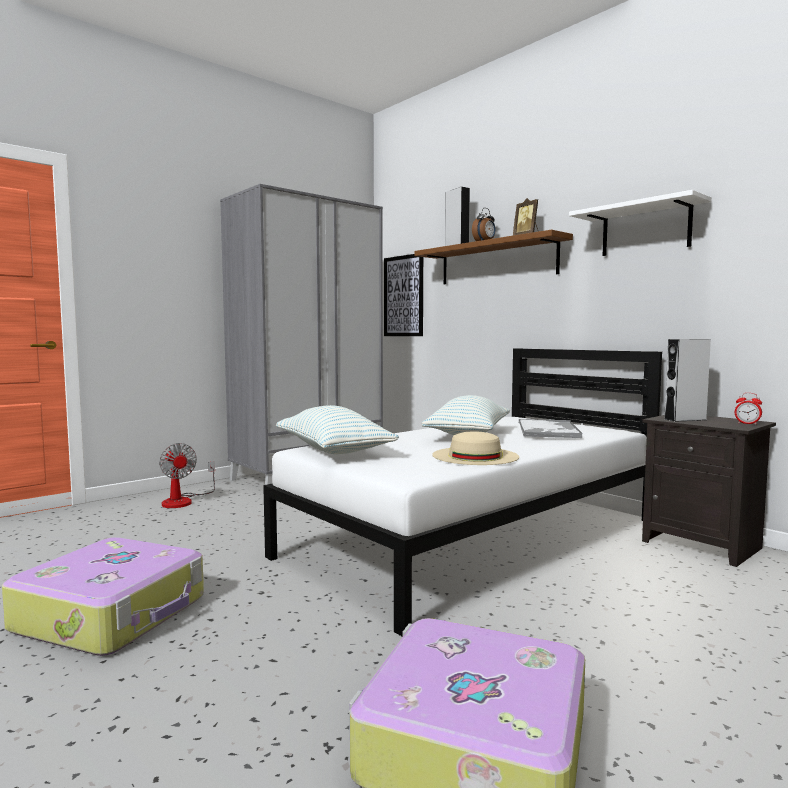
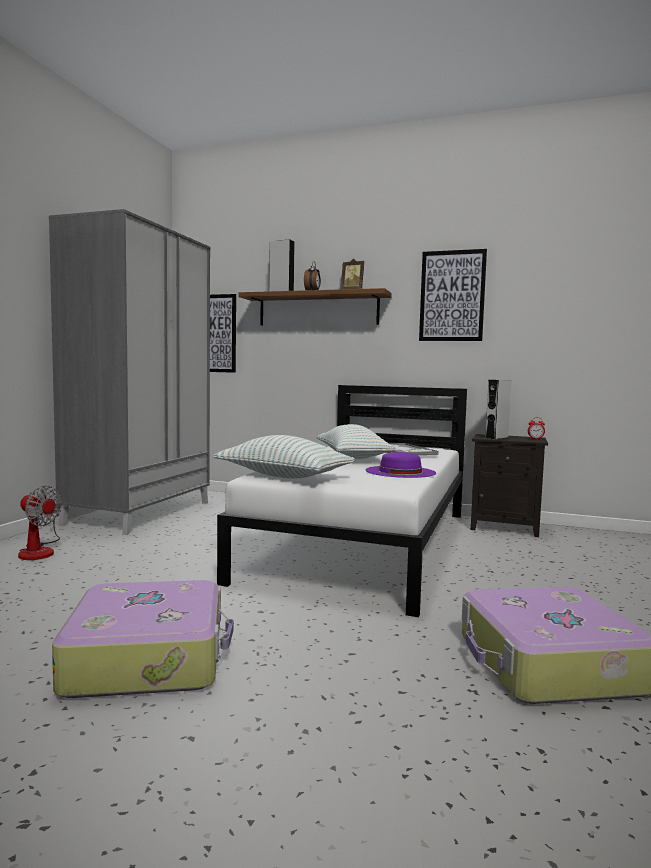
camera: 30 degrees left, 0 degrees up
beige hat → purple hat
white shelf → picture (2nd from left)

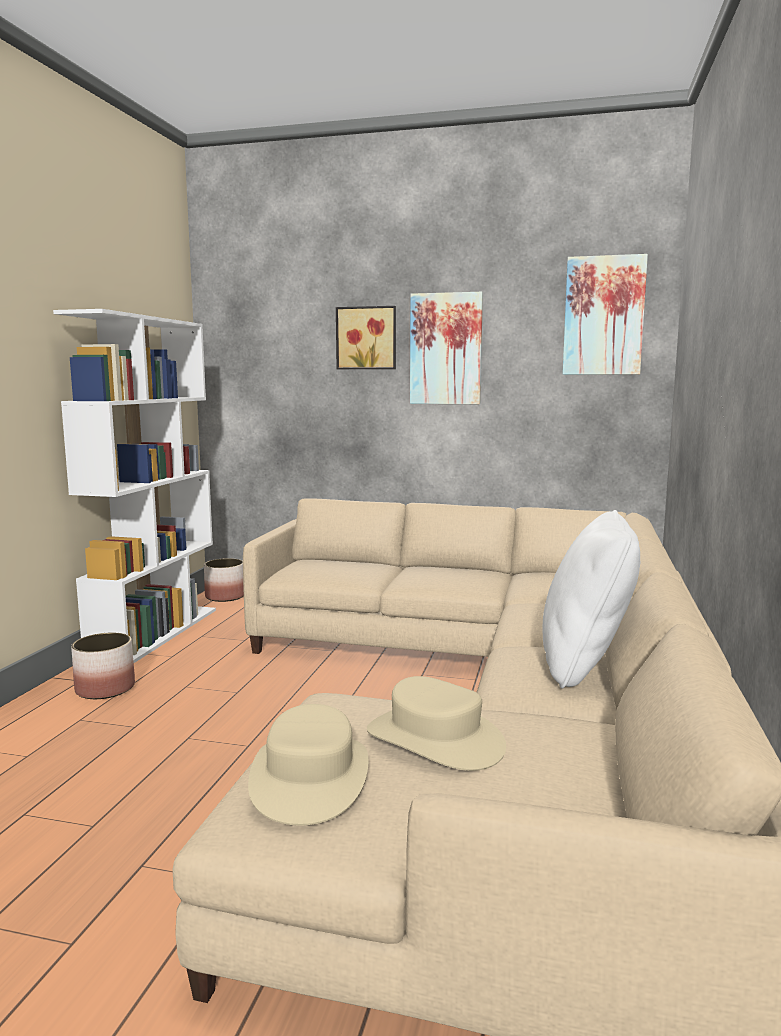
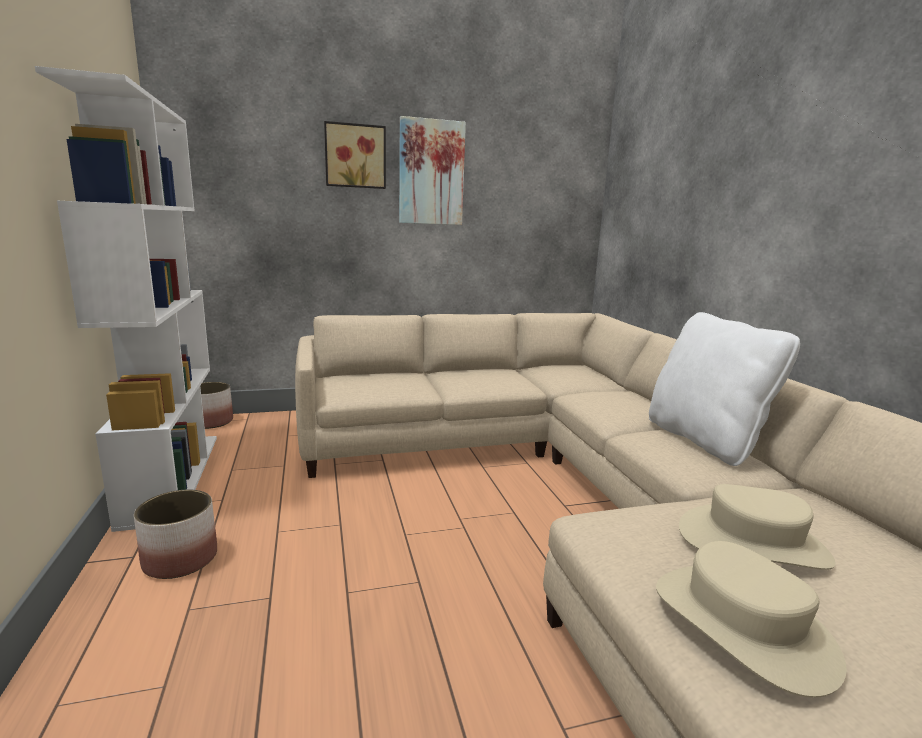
camera: 30 degrees left, 5 degrees up
picture (3rd from left) → -

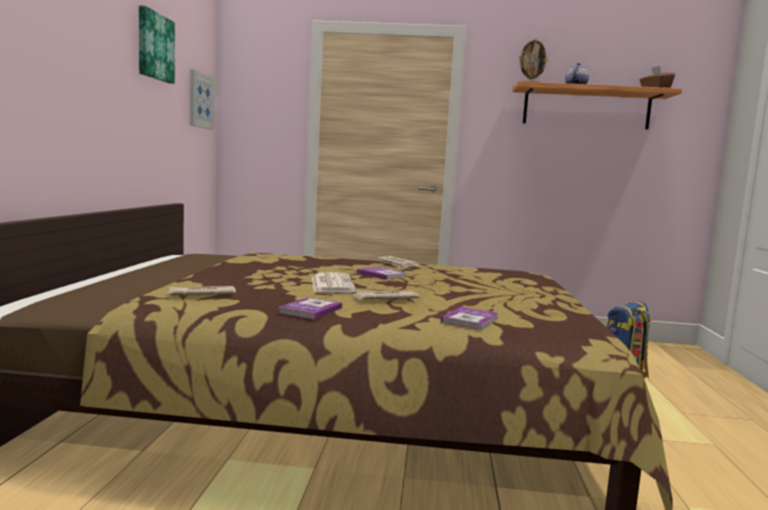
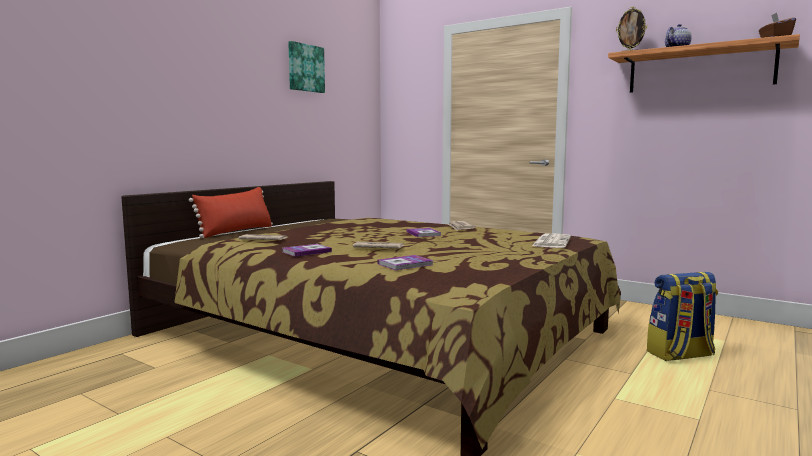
camera: 30 degrees right, 0 degrees up
picture (2nd from left) → -
newspaper (2nd from left in the first image) → newspaper (4th from left), move
- → red pillow

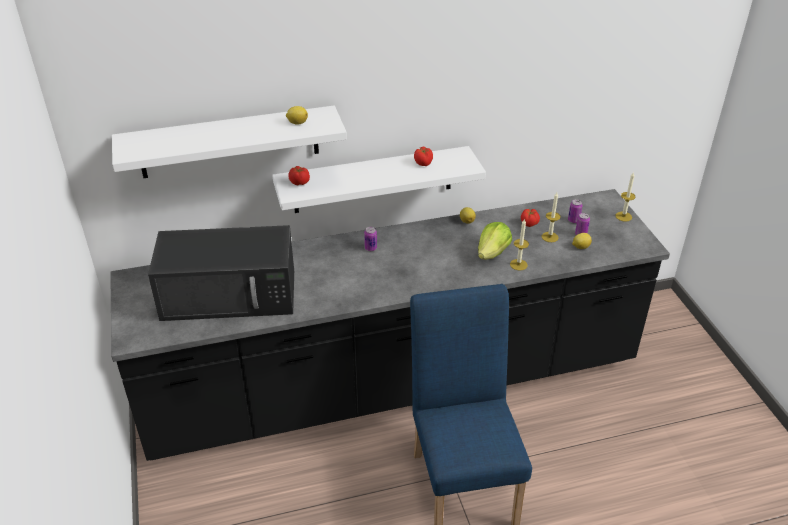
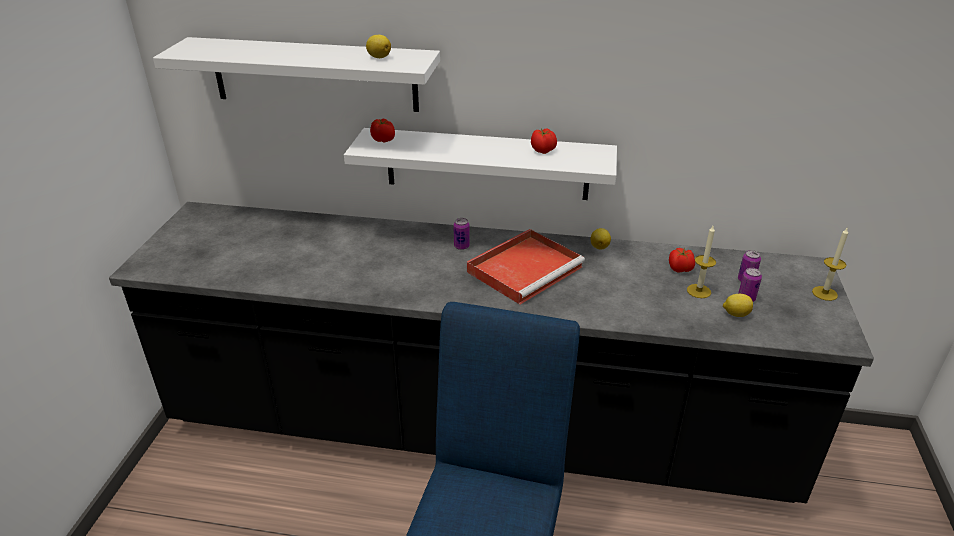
camera: 25 degrees right, 5 degrees down
black microwave → -
lettuce → -
candle (1st from left) → -
- → red tray

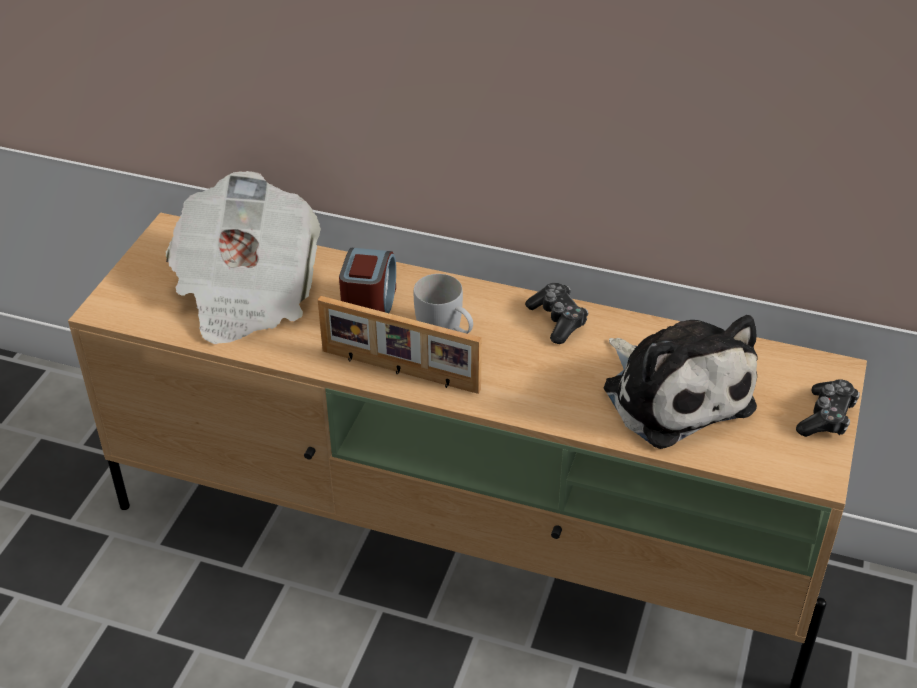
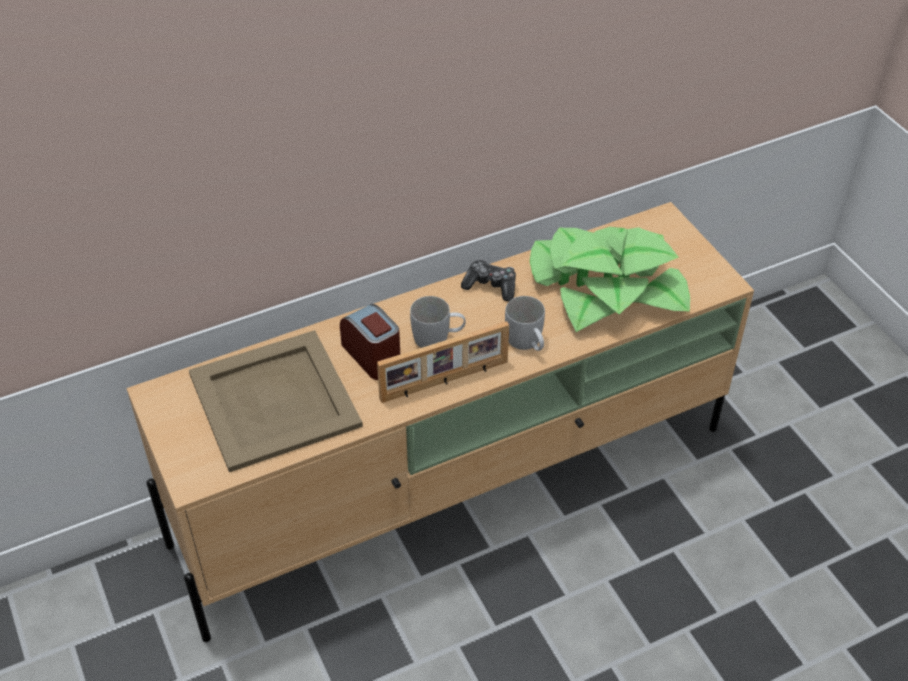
camera: 45 degrees left, 5 degrees up
newspaper → beige tray
plush toy → potted plant
game controller (2nd from left) → -
- → white mug (2nd from left)

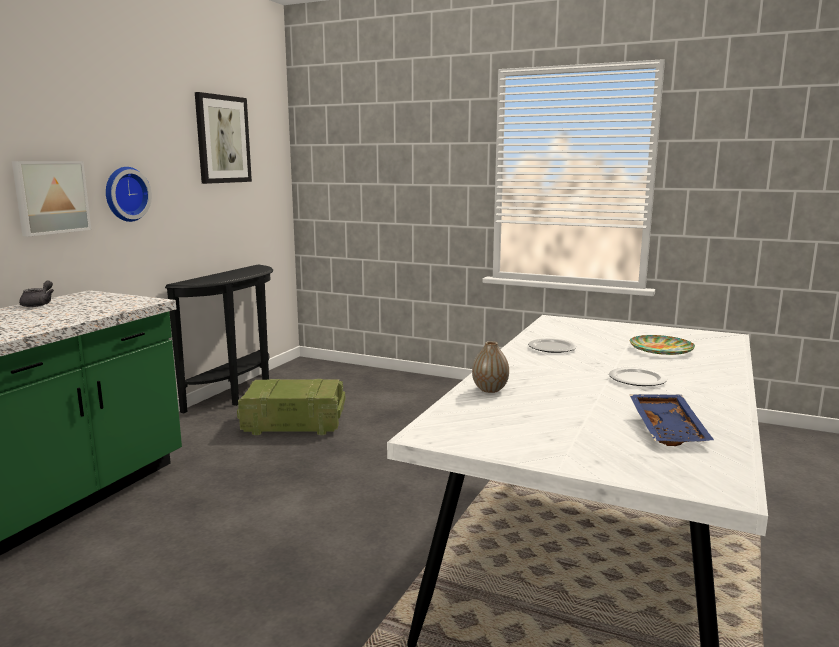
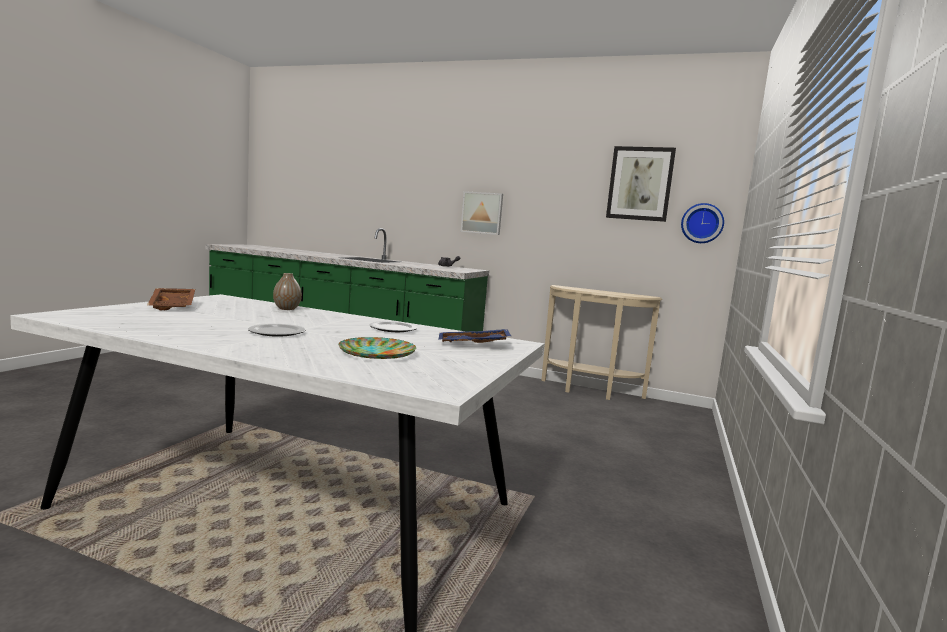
camera: 85 degrees right, 5 degrees down
wall clock, move
black console table → beige console table
crate → -
blue tray, move
- → brown tray

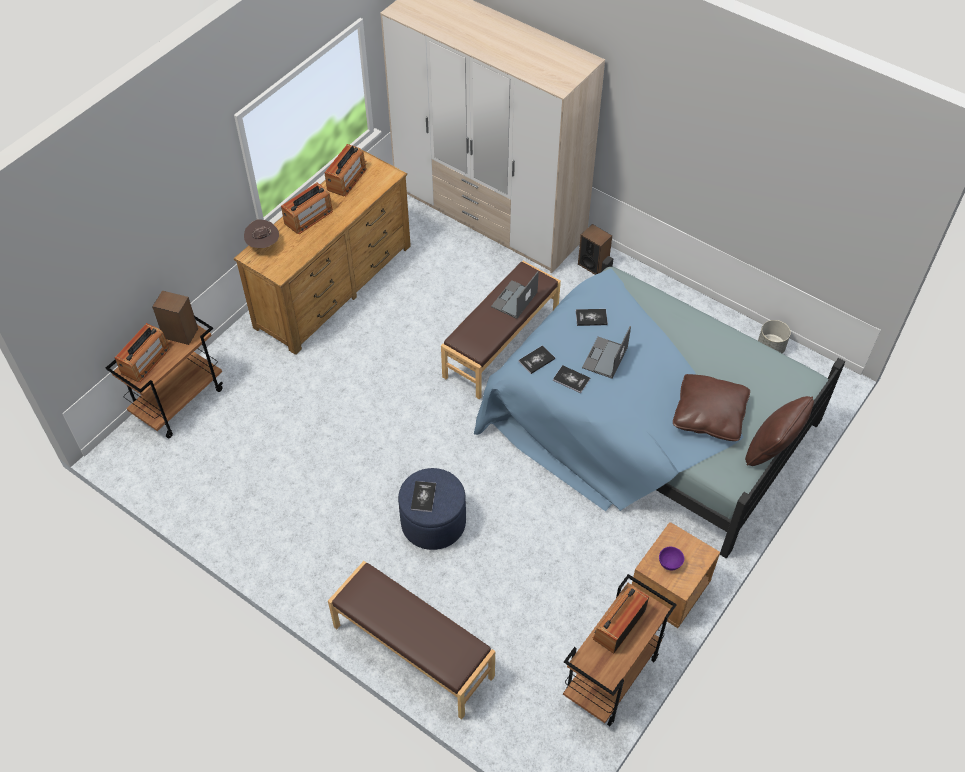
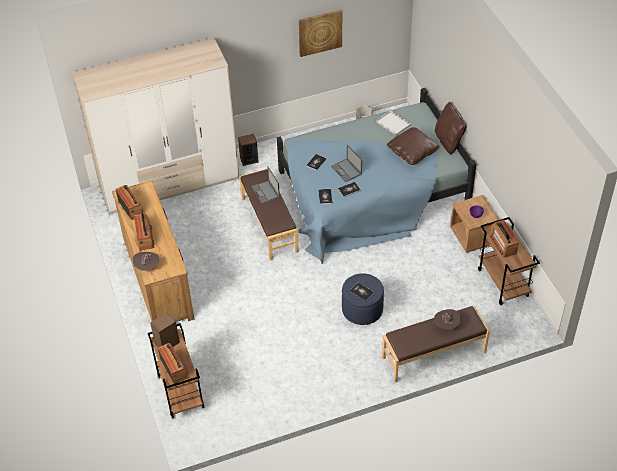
camera: 55 degrees left, 5 degrees down
- → picture
- → white tray
- → brown hat (2nd from left)

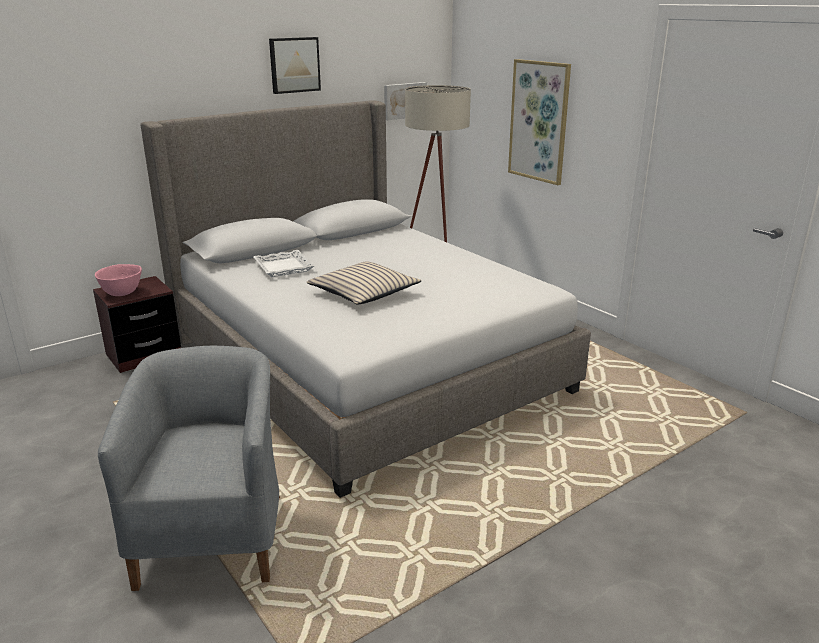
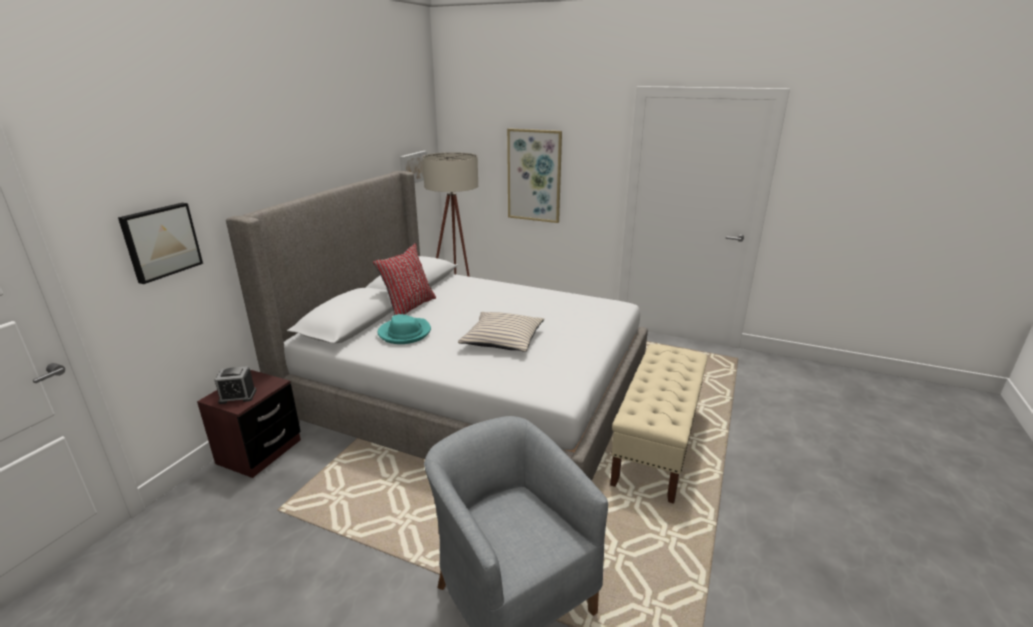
camera: 30 degrees left, 0 degrees up
pink bowl → alarm clock
white tray → turquoise hat
picture (1st from left), move
- → red pillow
- → beige bench

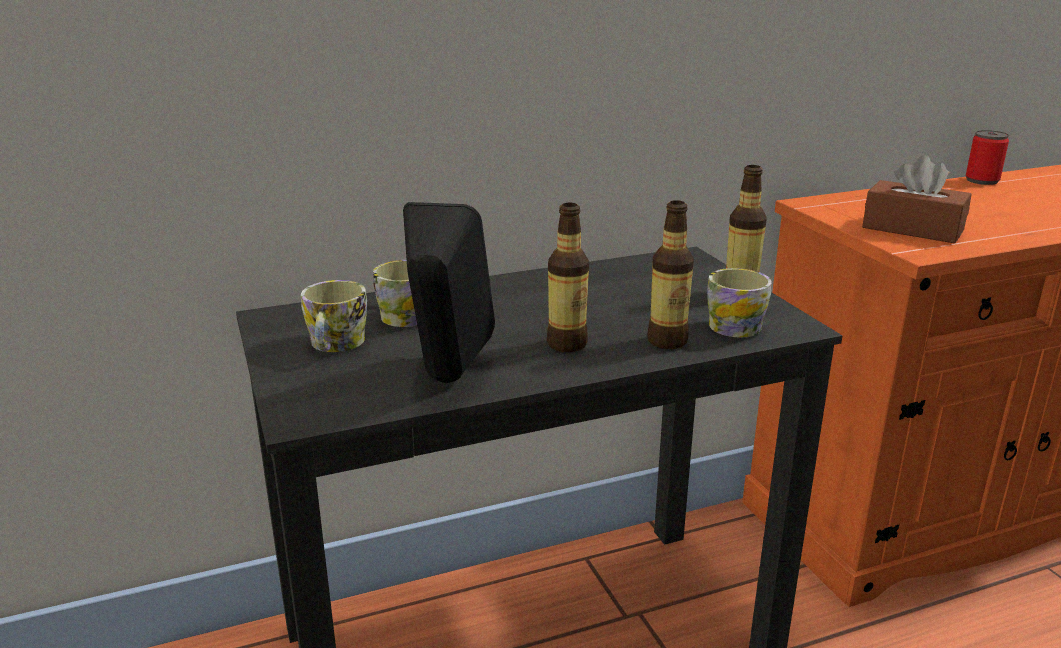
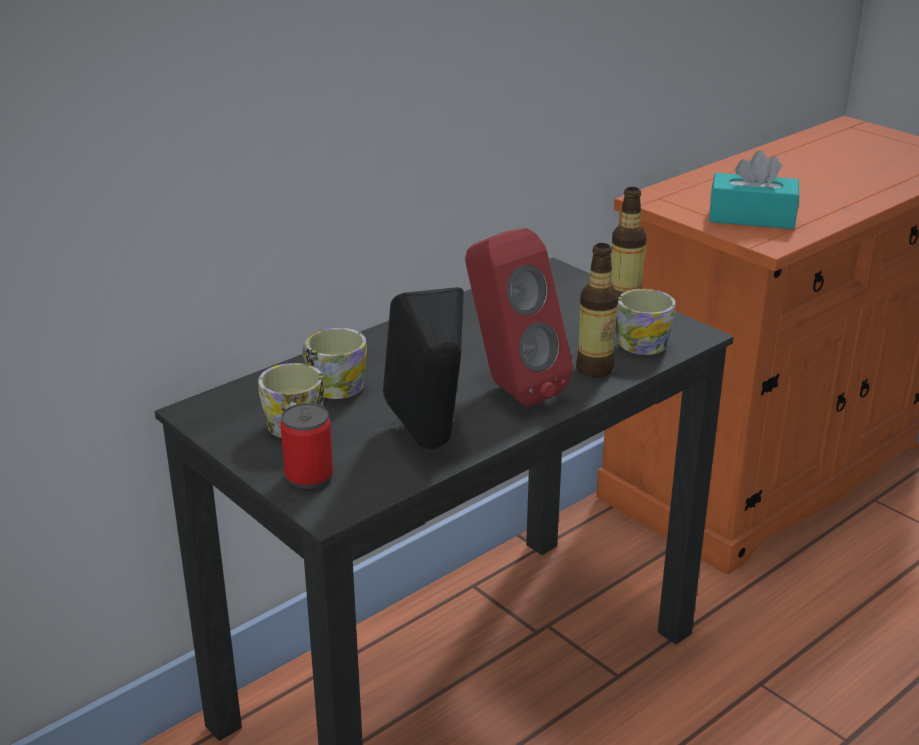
camera: 20 degrees left, 5 degrees up
bottle (1st from left) → red speaker
brown tissue box → turquoise tissue box
can, move

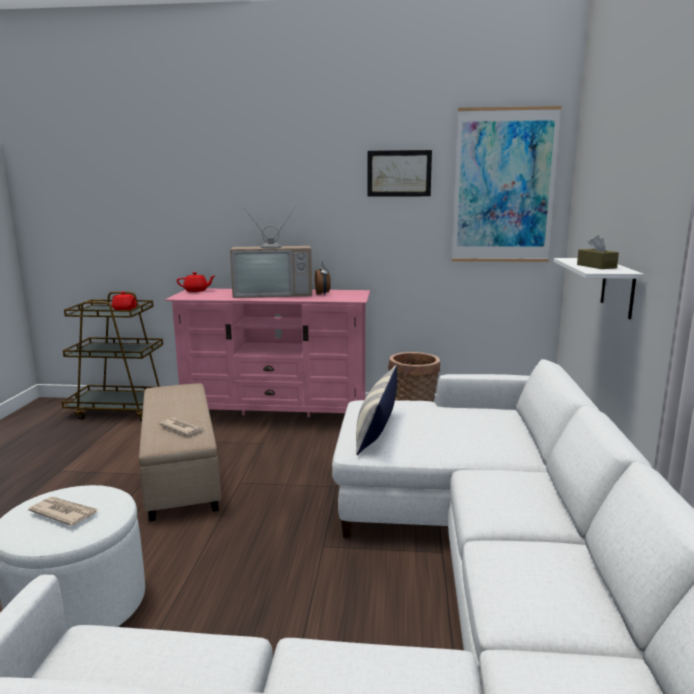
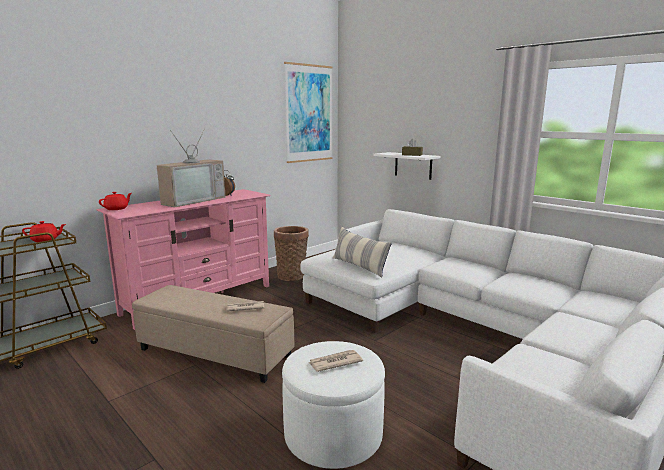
camera: 50 degrees left, 0 degrees up
picture (1st from left) → -

